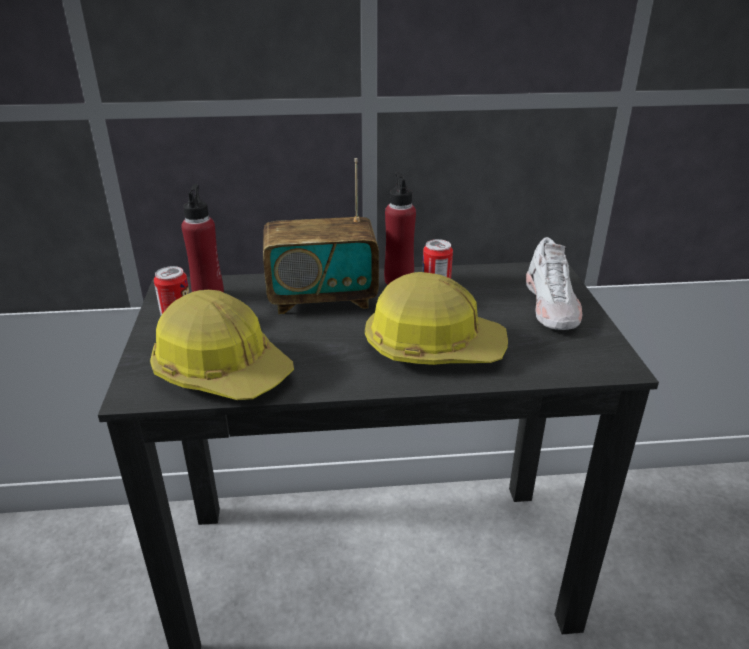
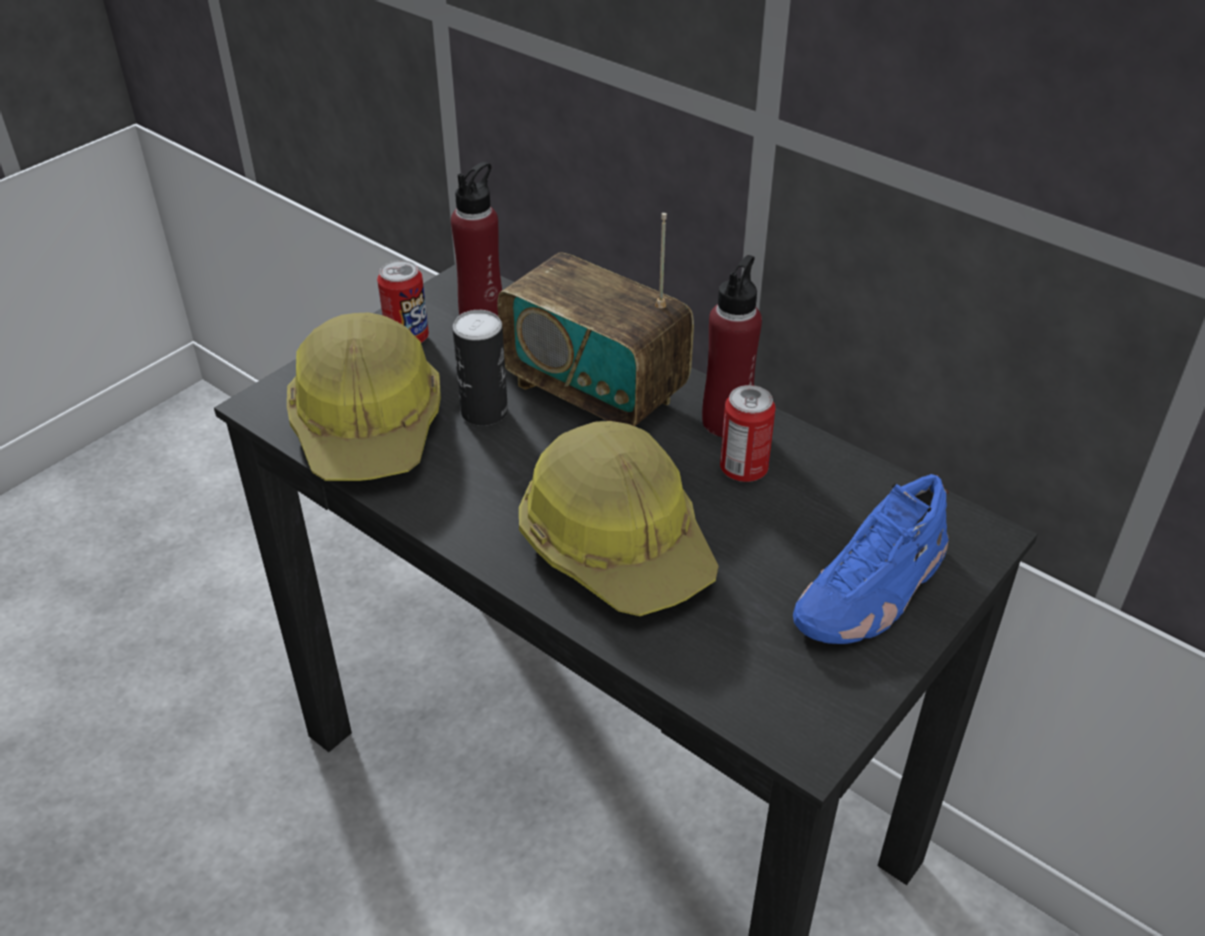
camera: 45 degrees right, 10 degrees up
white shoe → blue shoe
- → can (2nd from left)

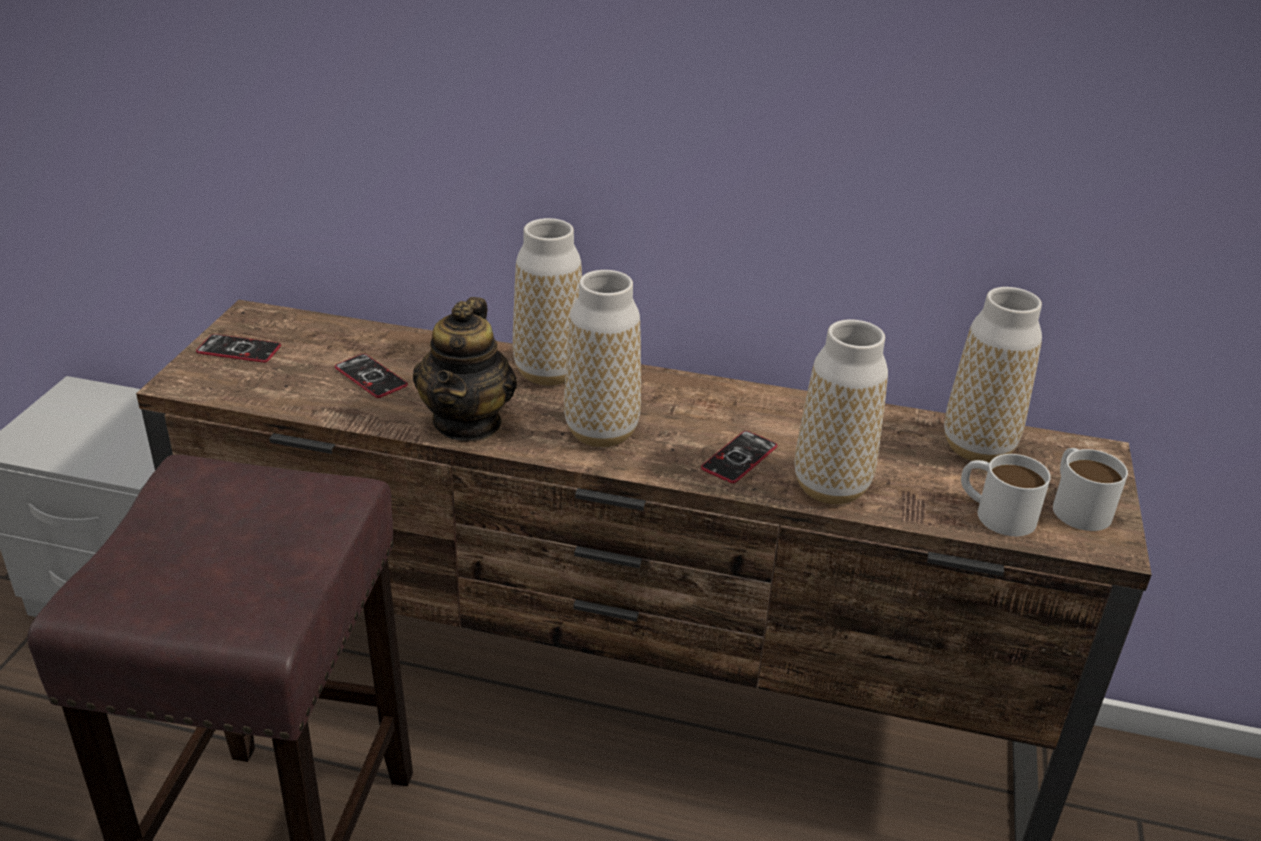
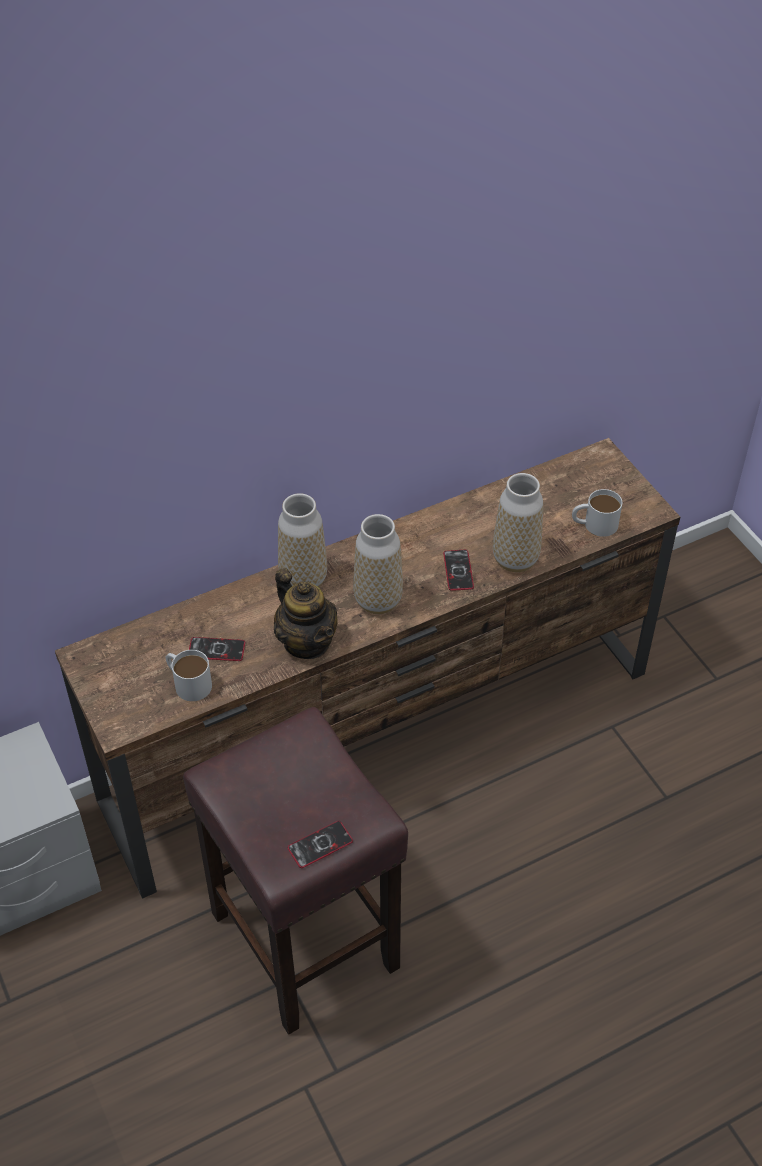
camera: 40 degrees left, 15 degrees up
phone (1st from left in the first image) → phone (2nd from left), move
vase (4th from left) → -
white mug (2nd from left in the first image) → white mug (1st from left), move

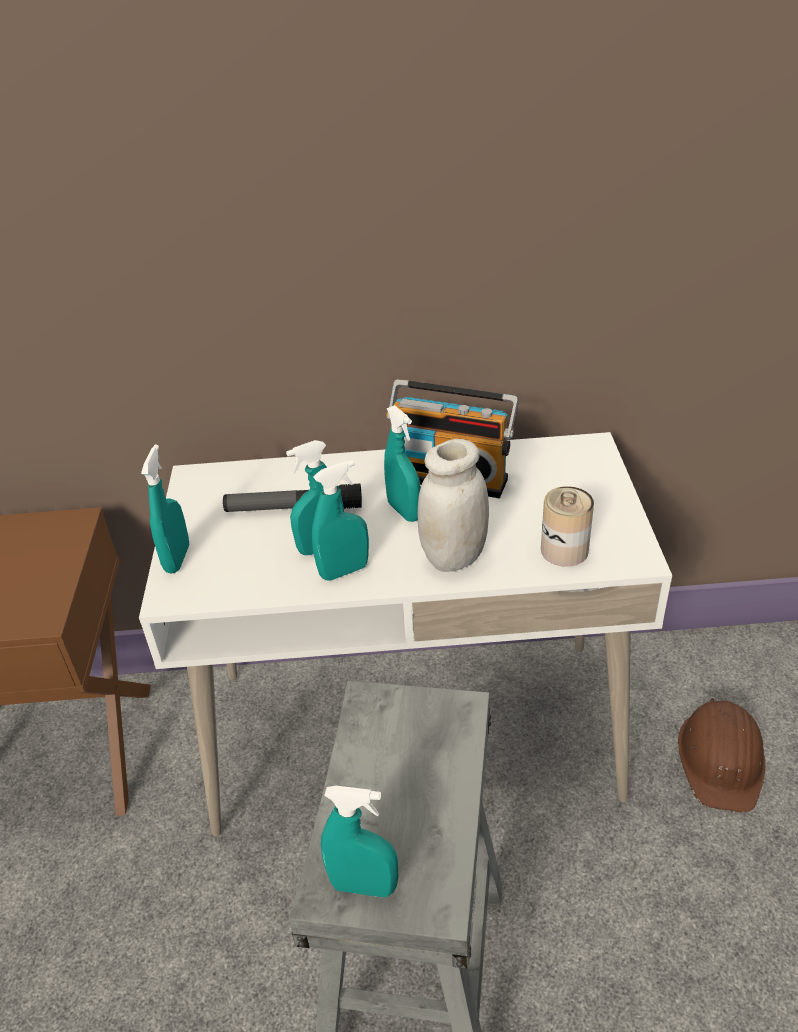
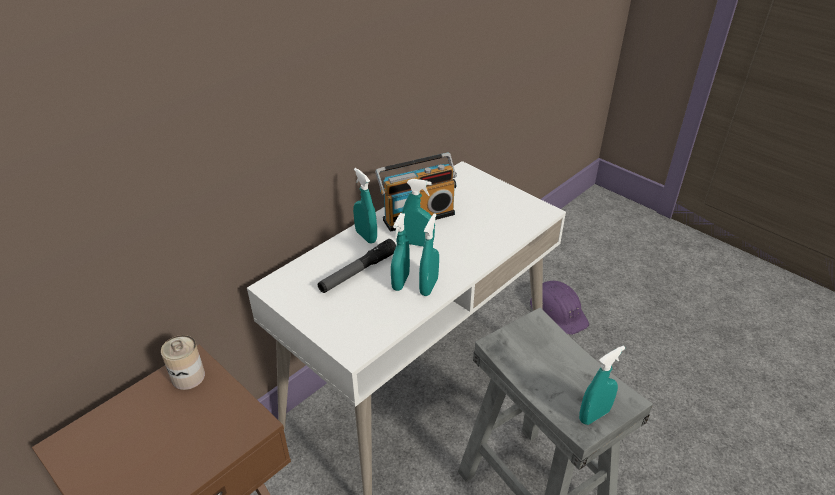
camera: 45 degrees left, 0 degrees up
turquoise spray bottle (1st from left), move
white jar → -
can, move
brown hard hat → purple hard hat

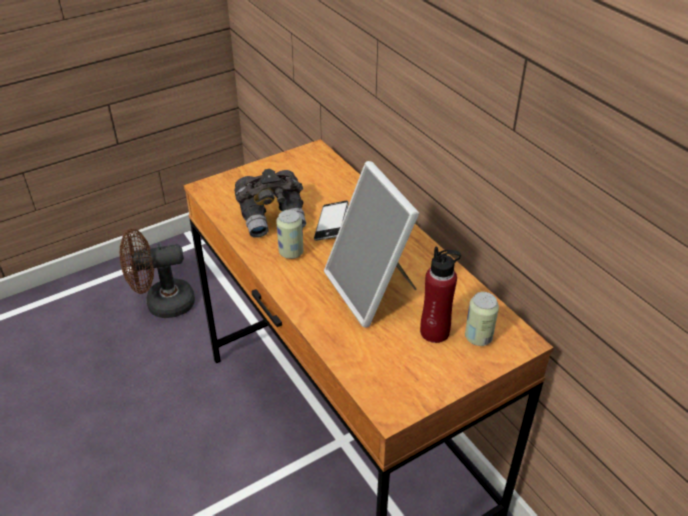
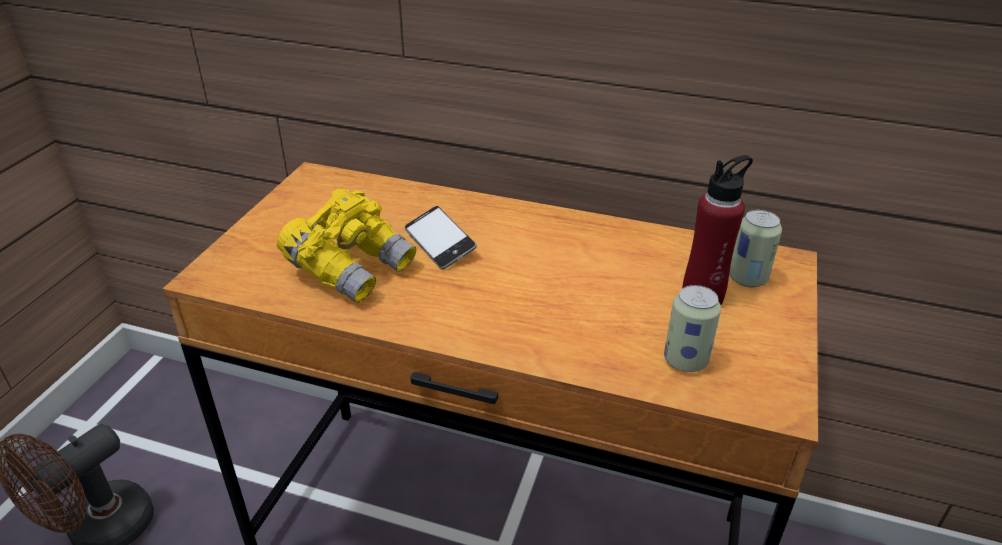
camera: 40 degrees left, 5 degrees down
grey binoculars → yellow binoculars
can (1st from left), move
picture frame → -

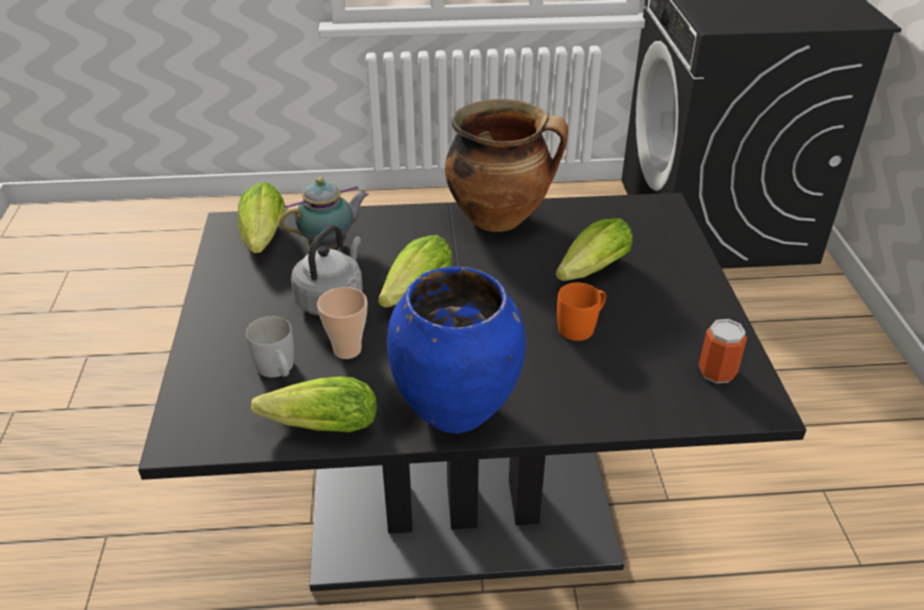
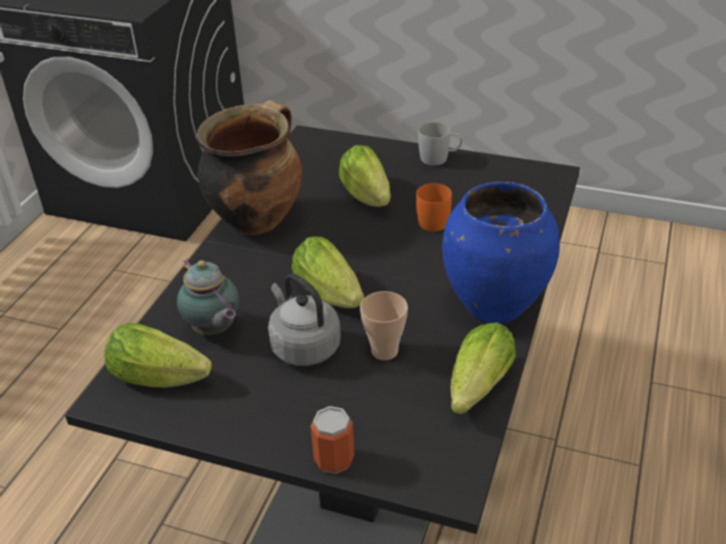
camera: 65 degrees left, 0 degrees up
white mug, move
teapot, 150 degrees clockwise
can, move

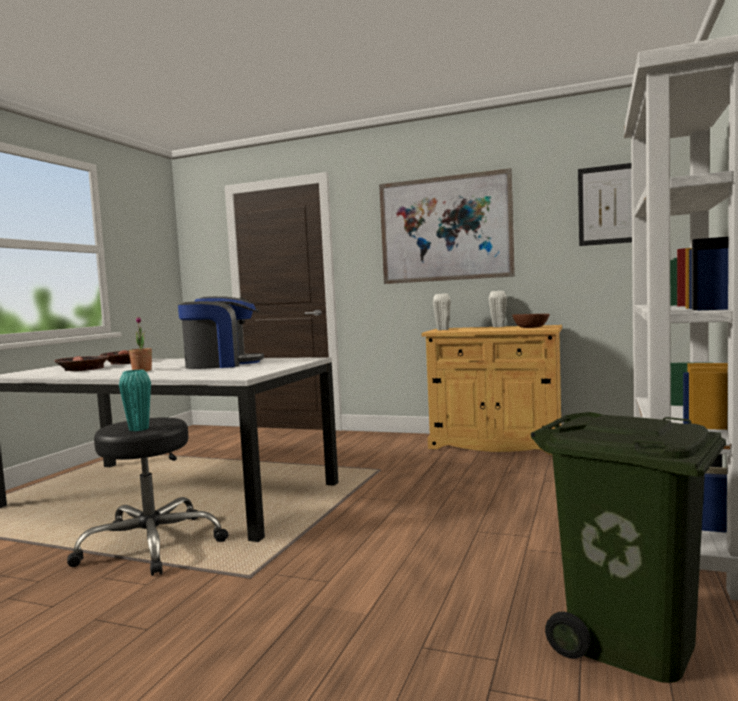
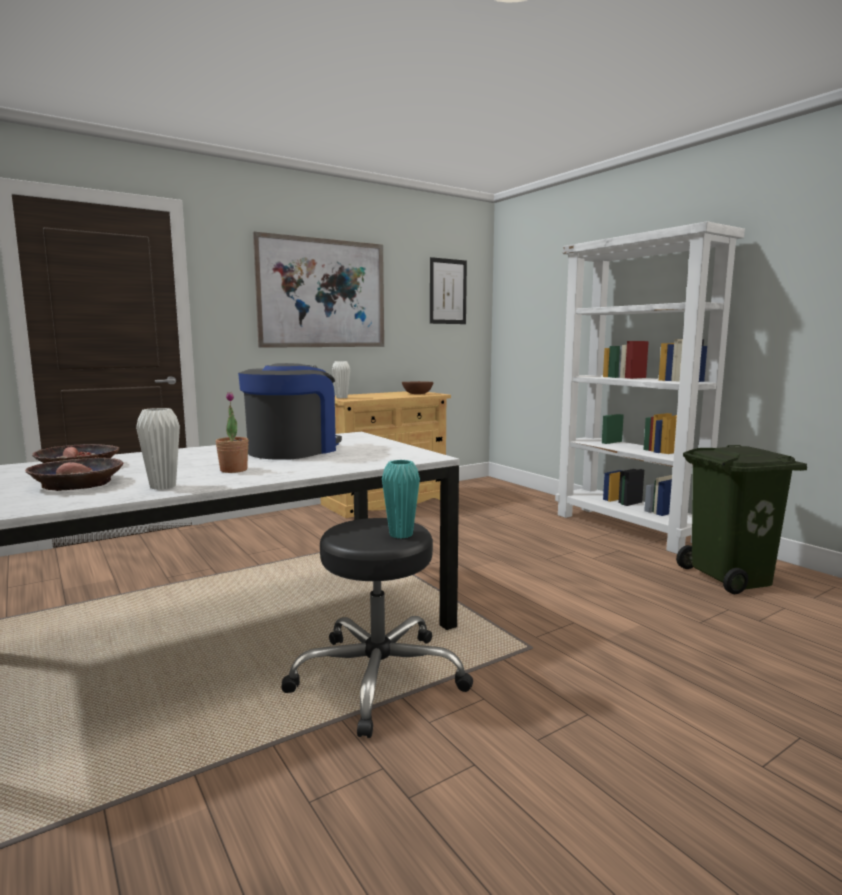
camera: 55 degrees left, 5 degrees up
white vase (2nd from left in the first image) → white vase (1st from left), move

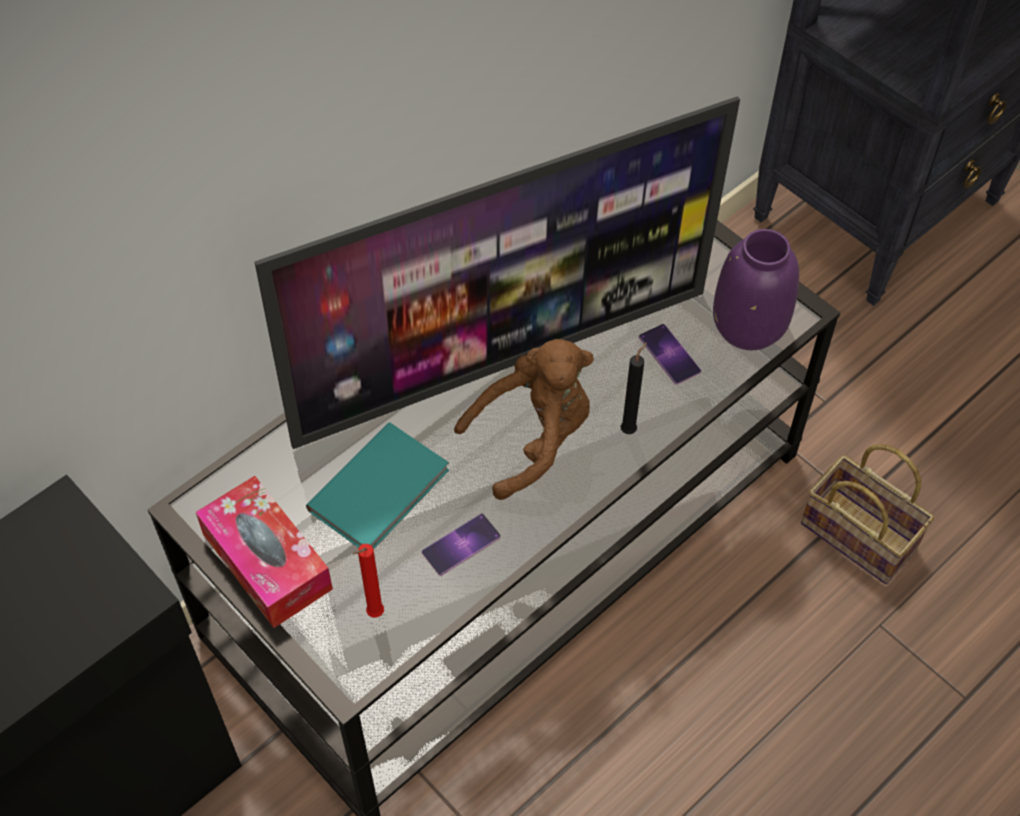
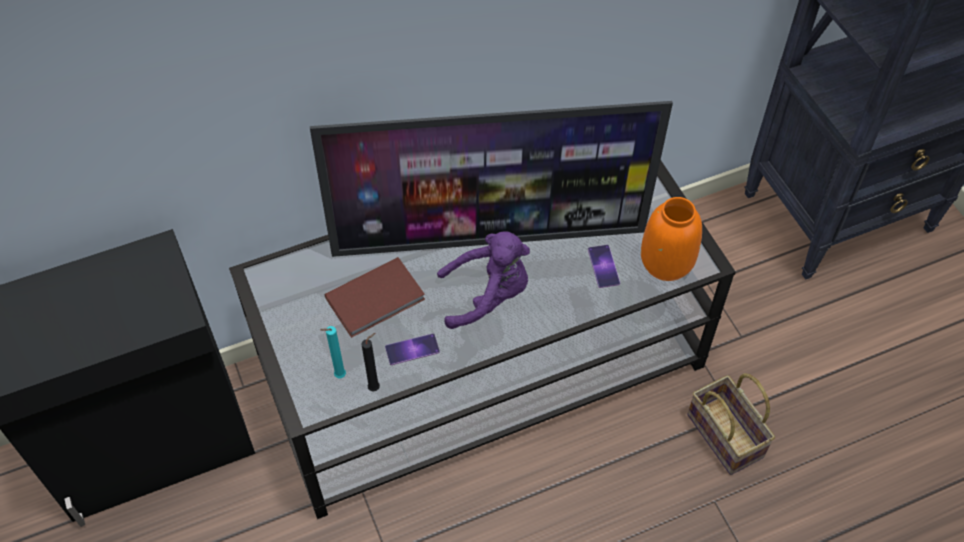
camera: 20 degrees right, 0 degrees up
tissue box → -
turquoise book → brown book
red candle → turquoise candle
brown plush toy → purple plush toy
black candle, move
purple vase → orange vase

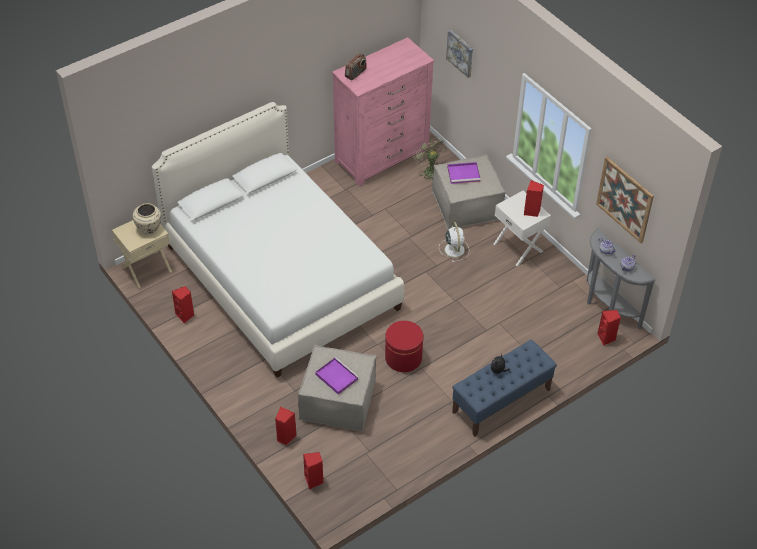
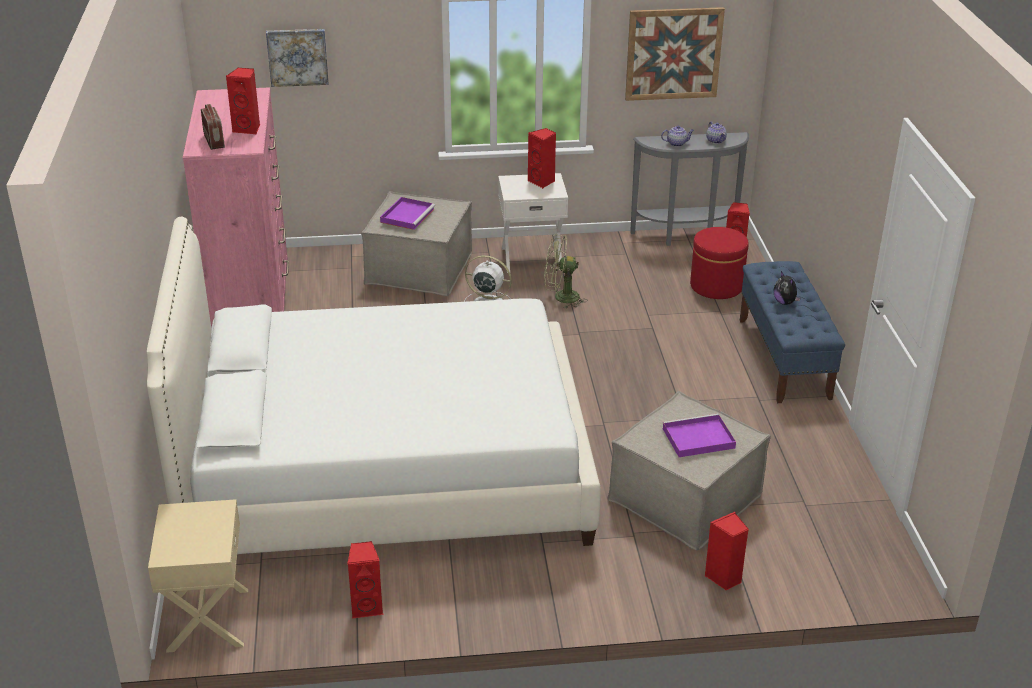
camera: 60 degrees left, 15 degrees down
beige vase → -
red speaker (3rd from left in the first image) → red speaker (1st from left), move
red ottoman, move
green fan, move

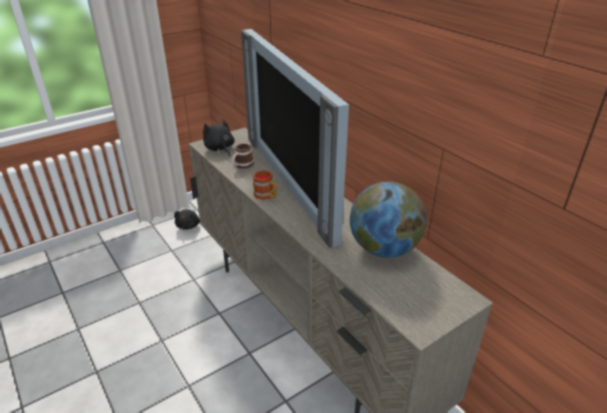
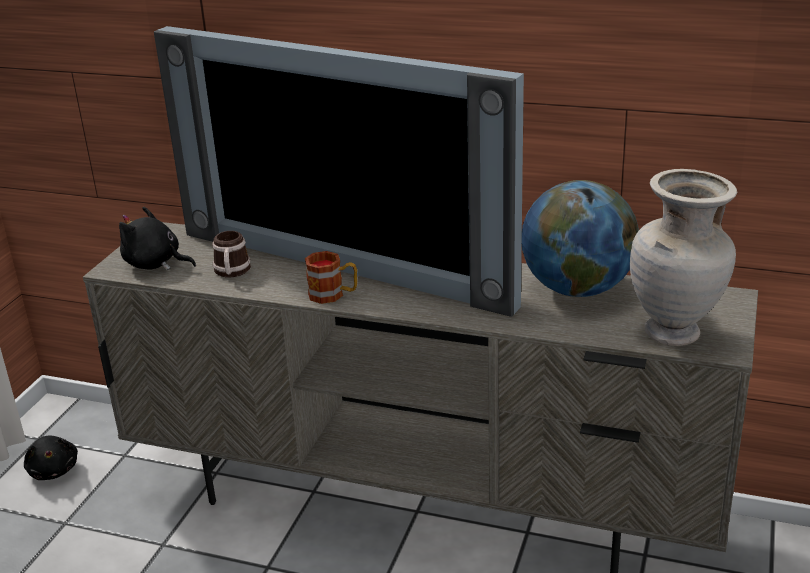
camera: 35 degrees left, 5 degrees down
- → beige vase

